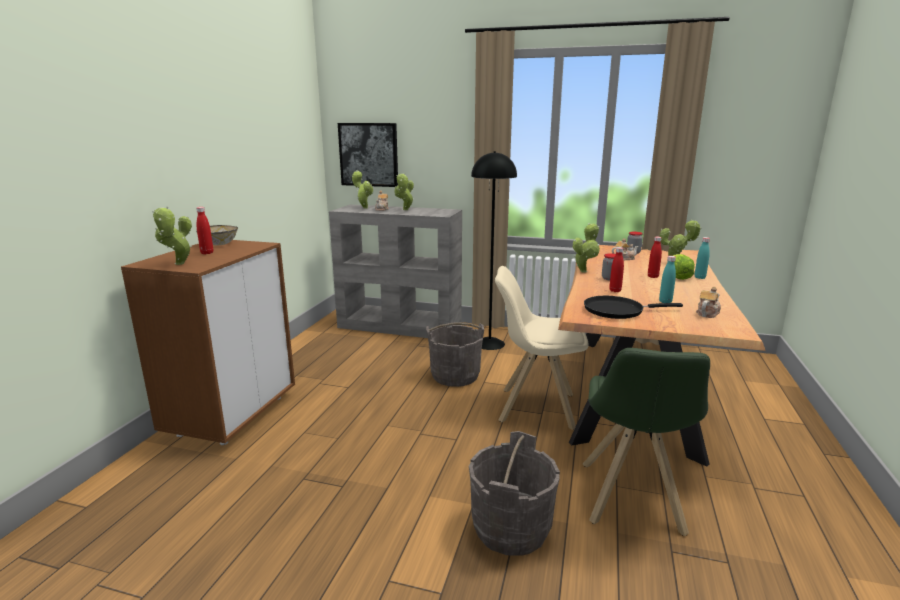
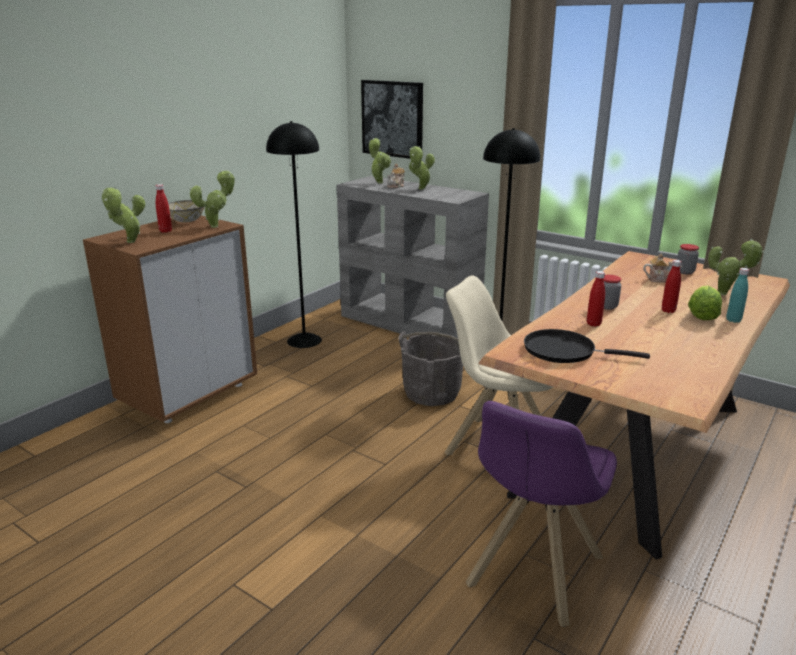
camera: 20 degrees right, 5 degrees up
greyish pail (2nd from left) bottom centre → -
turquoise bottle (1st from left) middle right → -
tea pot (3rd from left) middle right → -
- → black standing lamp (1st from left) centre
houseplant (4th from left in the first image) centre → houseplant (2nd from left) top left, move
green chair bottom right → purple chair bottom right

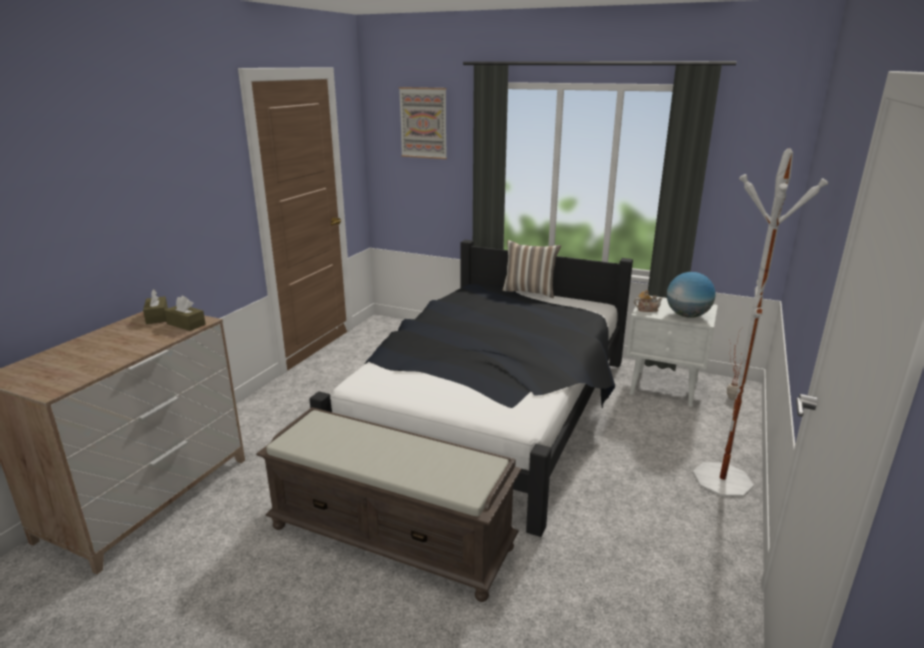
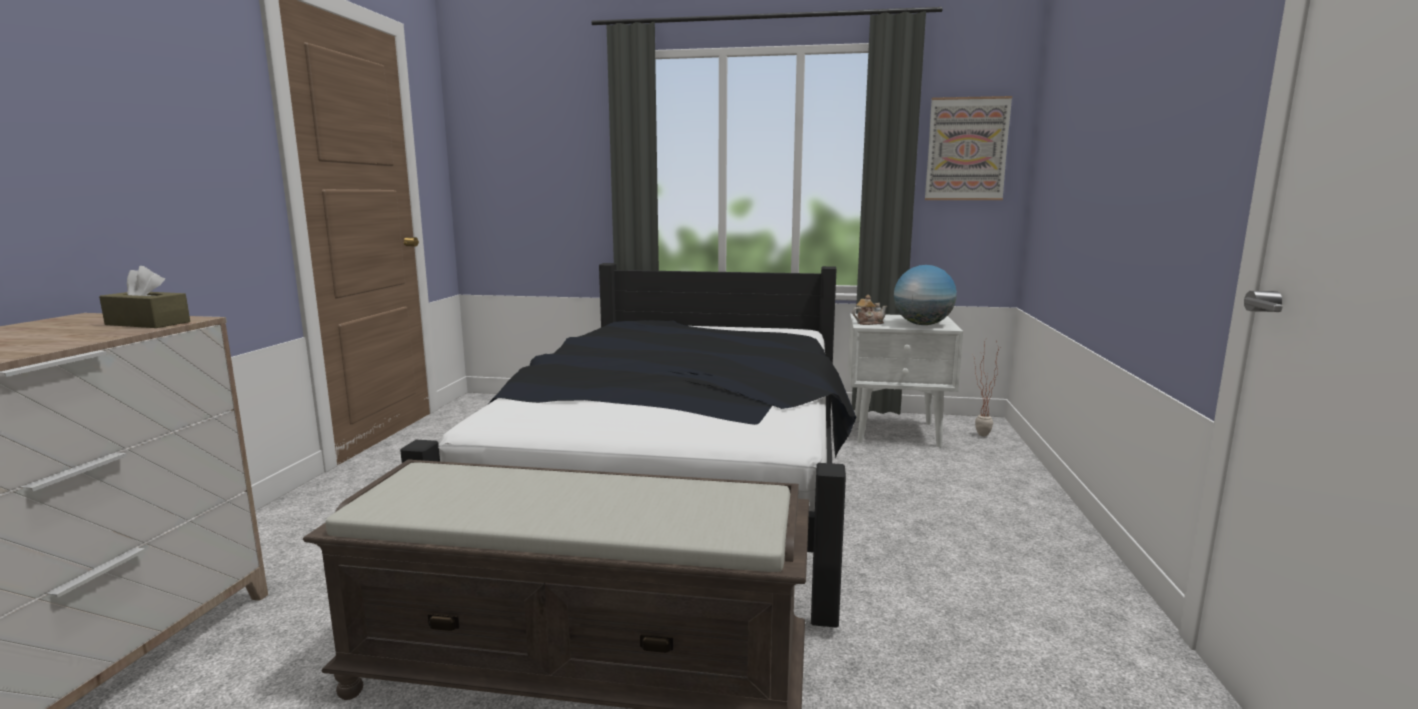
camera: 15 degrees left, 10 degrees down
brown tissue box (1st from left) middle left → -
throw pillow centre → -
white garment stand middle right → -
picture top centre → picture top right, move

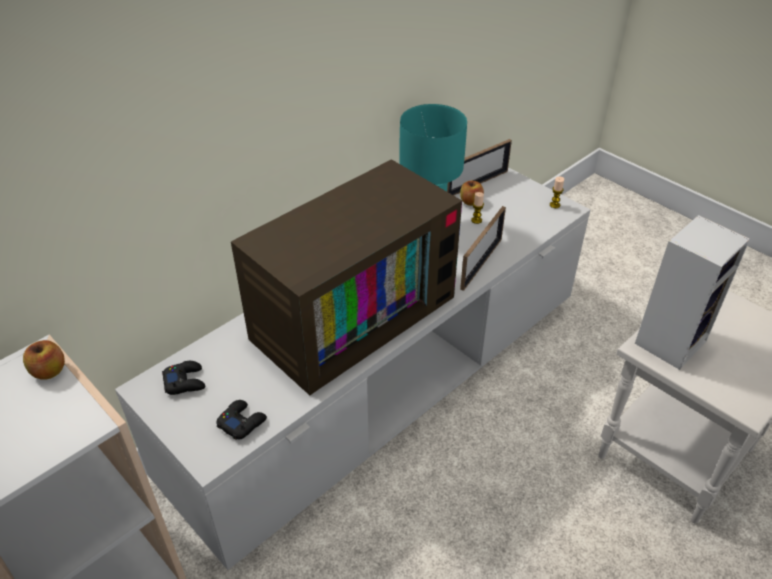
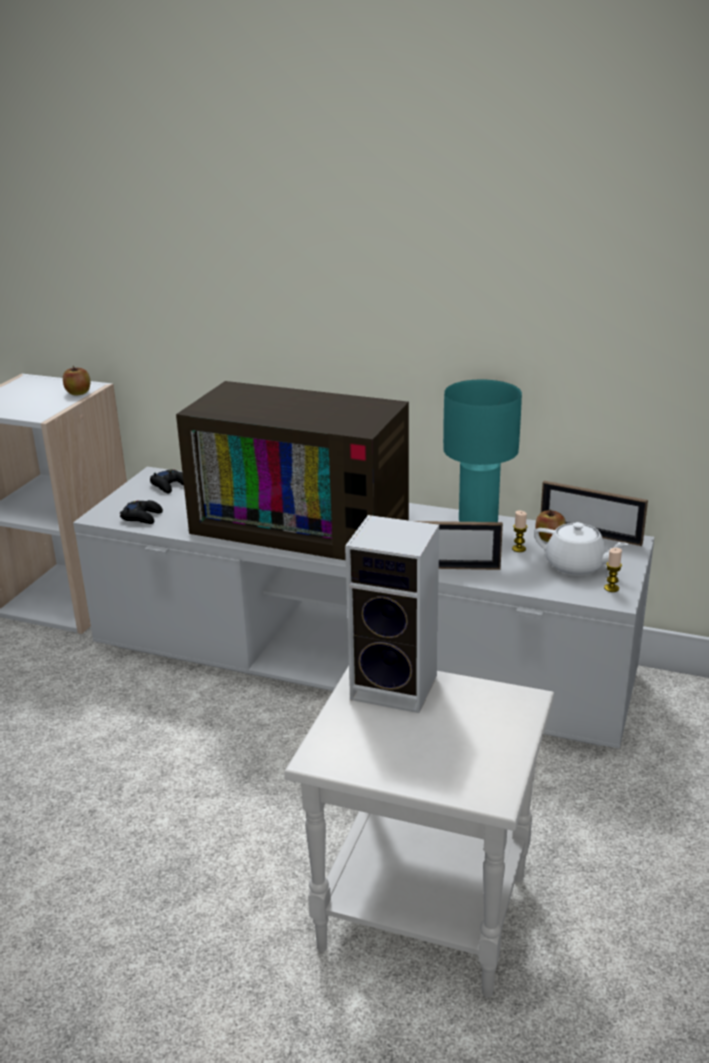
camera: 65 degrees right, 15 degrees down
- → white tea pot middle right

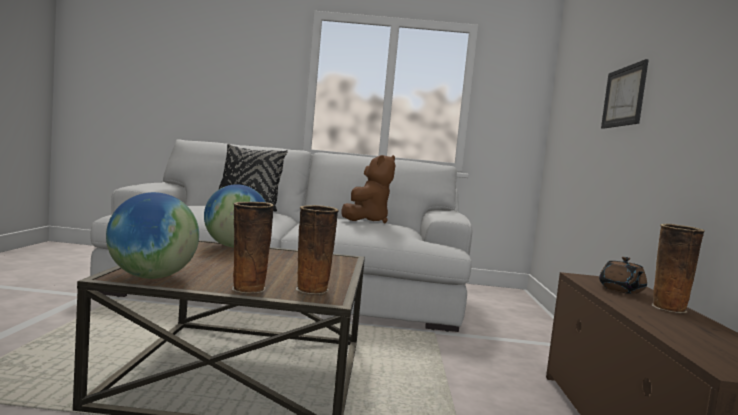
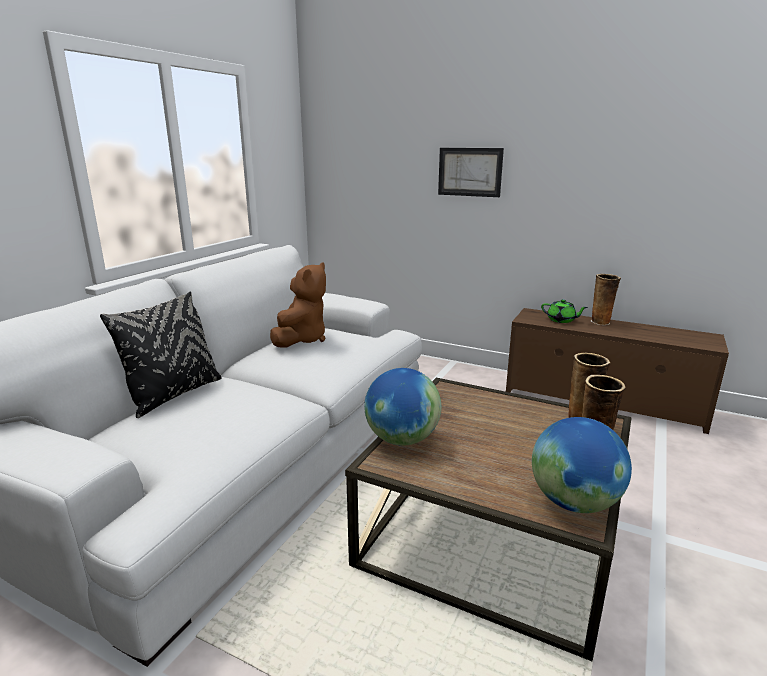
camera: 65 degrees left, 15 degrees up
brown tea pot middle right → green tea pot middle right
brown soft toy centre, 60 degrees clockwise

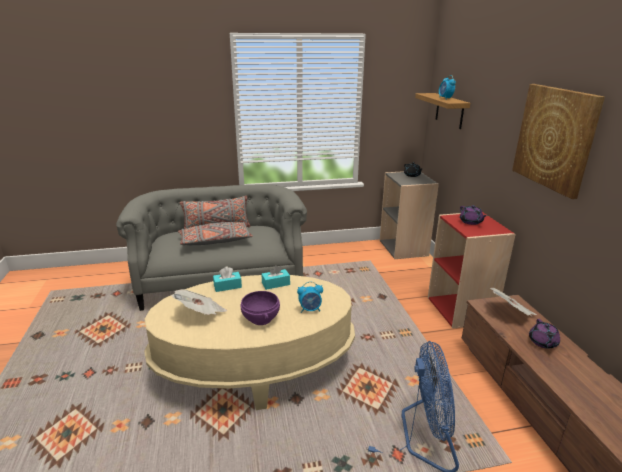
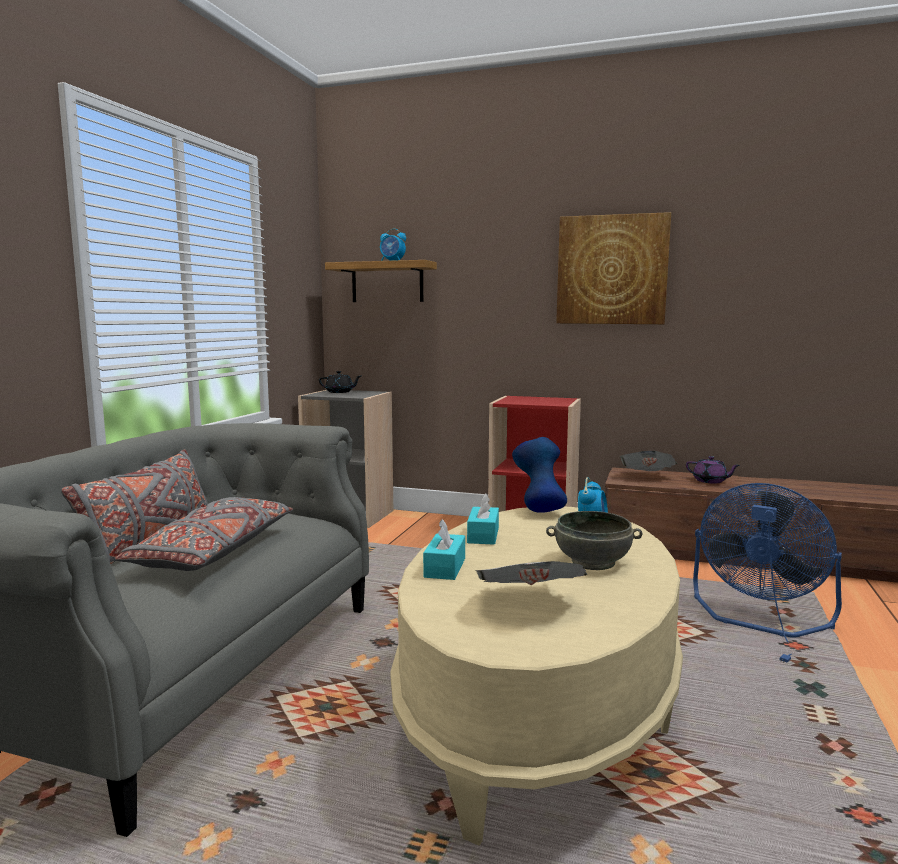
camera: 60 degrees left, 15 degrees down
purple tea pot (1st from left) middle right → -
- → blue flower vase centre
purple deep dish centre → greyish deep dish centre

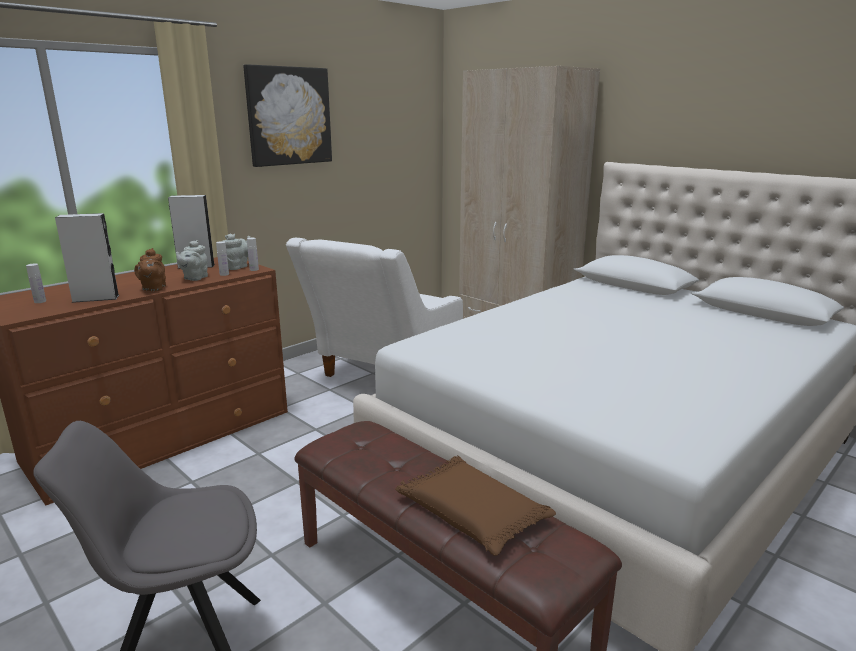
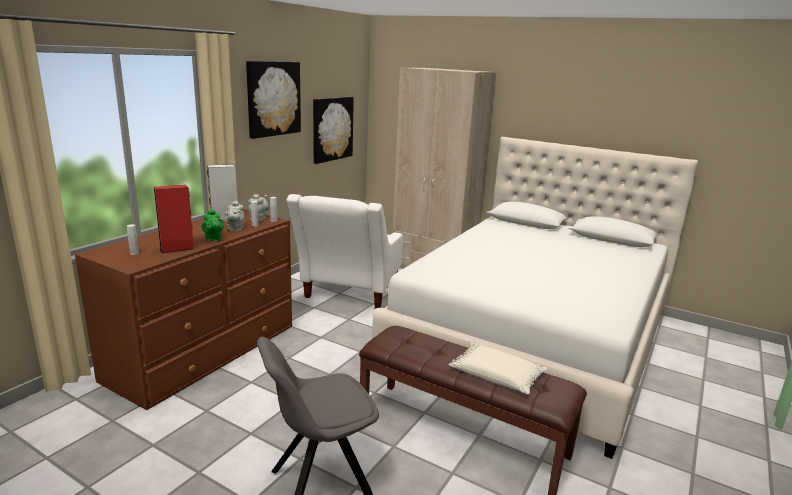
camera: 15 degrees left, 0 degrees up
- → picture (2nd from left) top centre
greyish audio speaker (1st from left) middle left → red audio speaker middle left
brown tea pot middle left → green tea pot middle left
brown throw pillow bottom centre → white throw pillow bottom centre

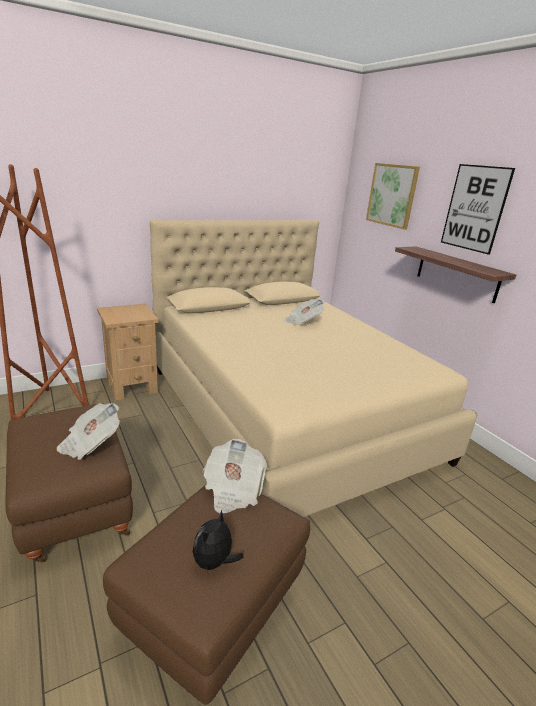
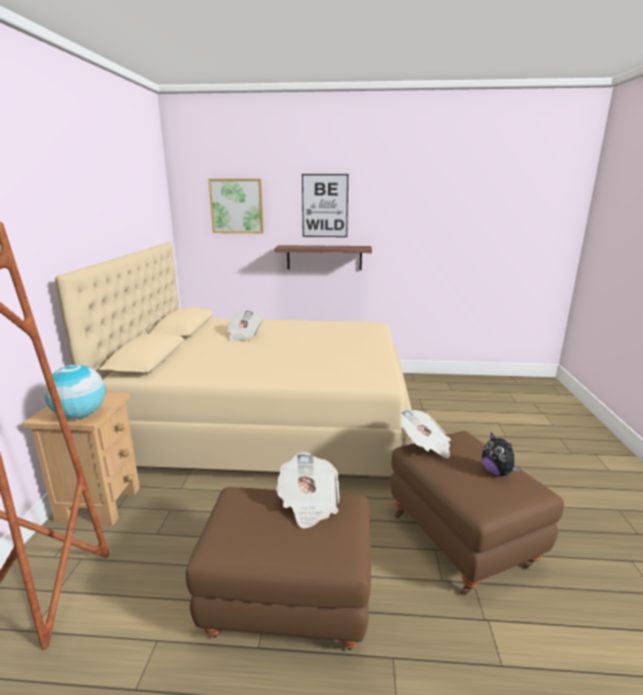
camera: 55 degrees left, 5 degrees down
- → globe middle left

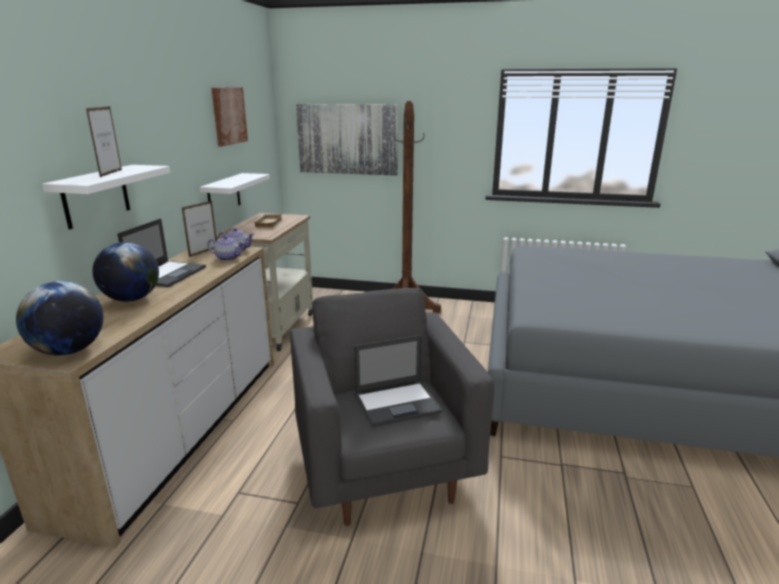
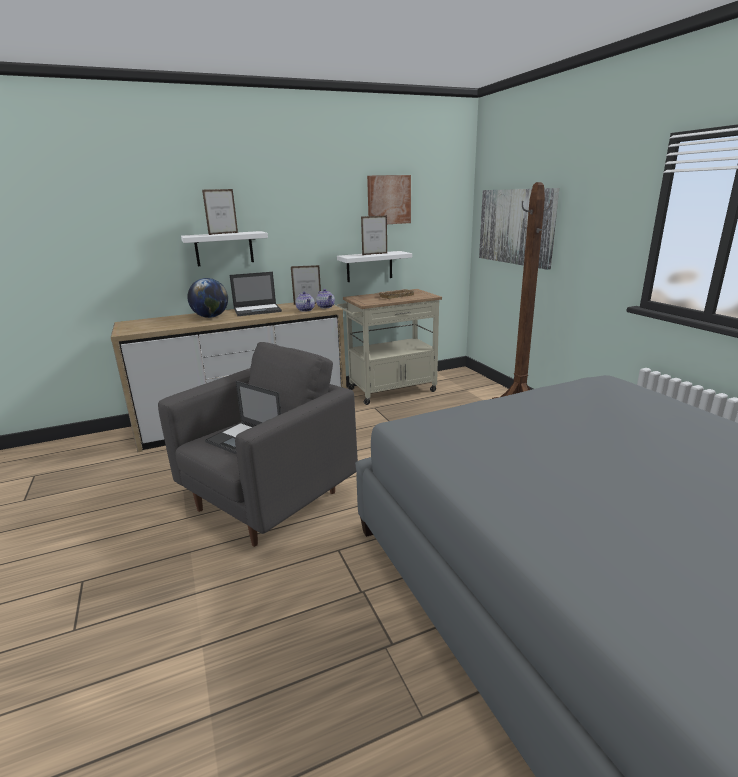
camera: 55 degrees right, 0 degrees up
globe (1st from left) middle left → -
- → standing frame (3rd from left) top centre

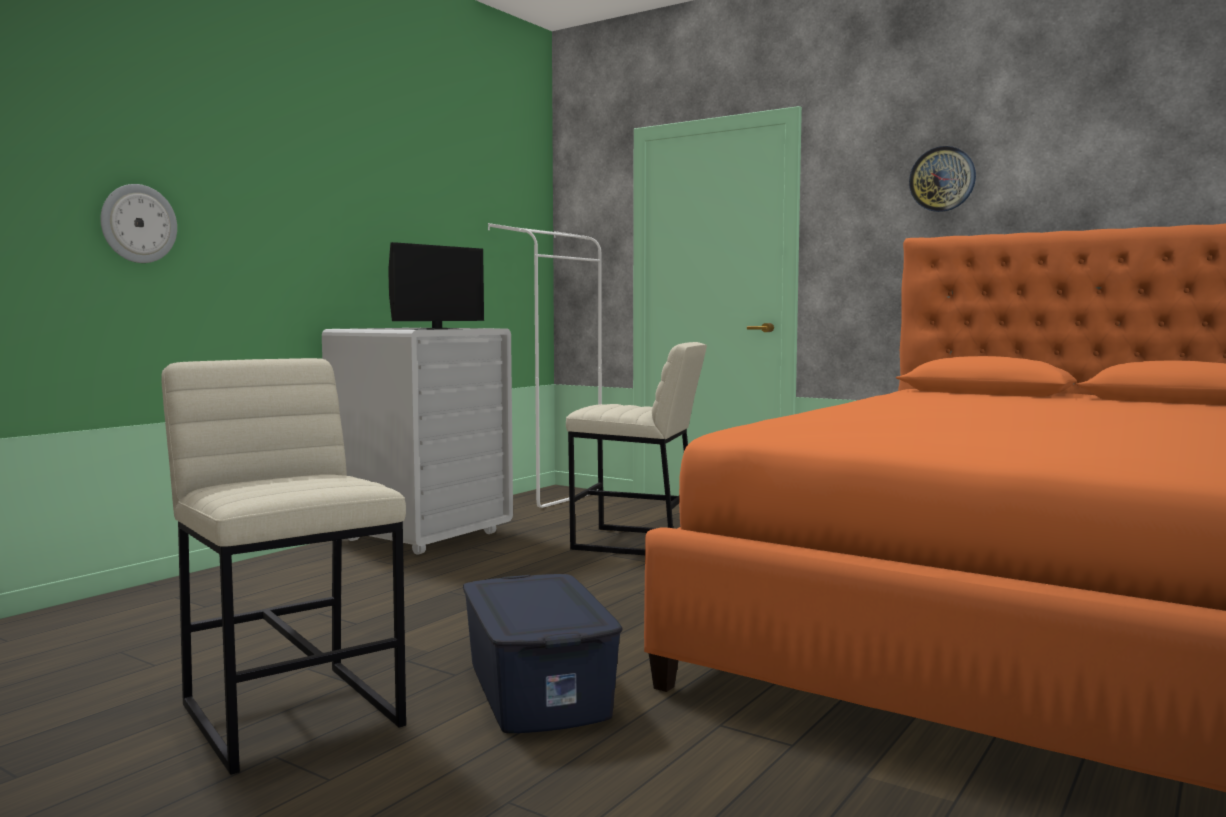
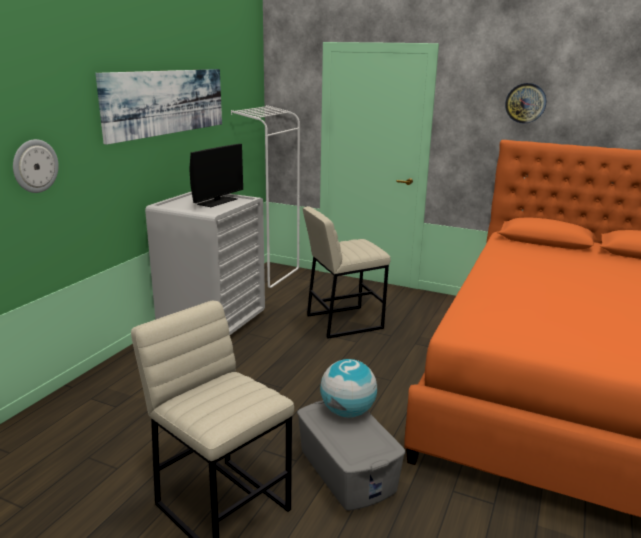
camera: 10 degrees left, 15 degrees up
- → picture top left
- → globe bottom centre
blue storage container bottom centre → greyish storage container bottom centre
beige chair (2nd from left) centre, 150 degrees clockwise

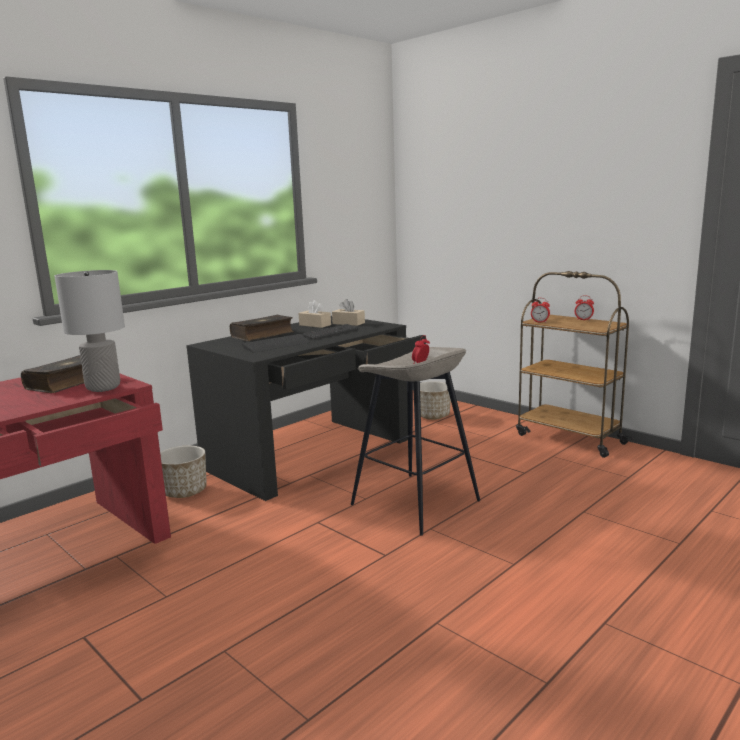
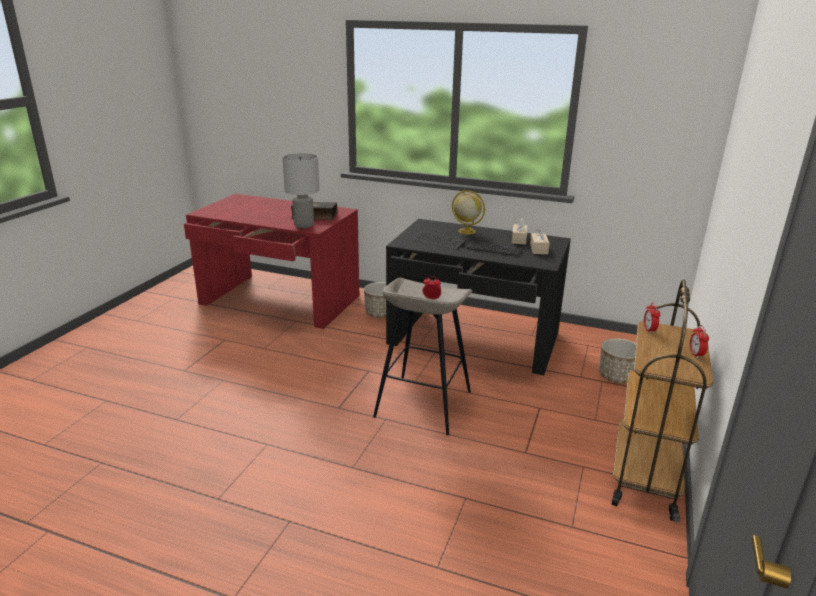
camera: 65 degrees right, 10 degrees up
bound book (2nd from left) centre → globe centre

